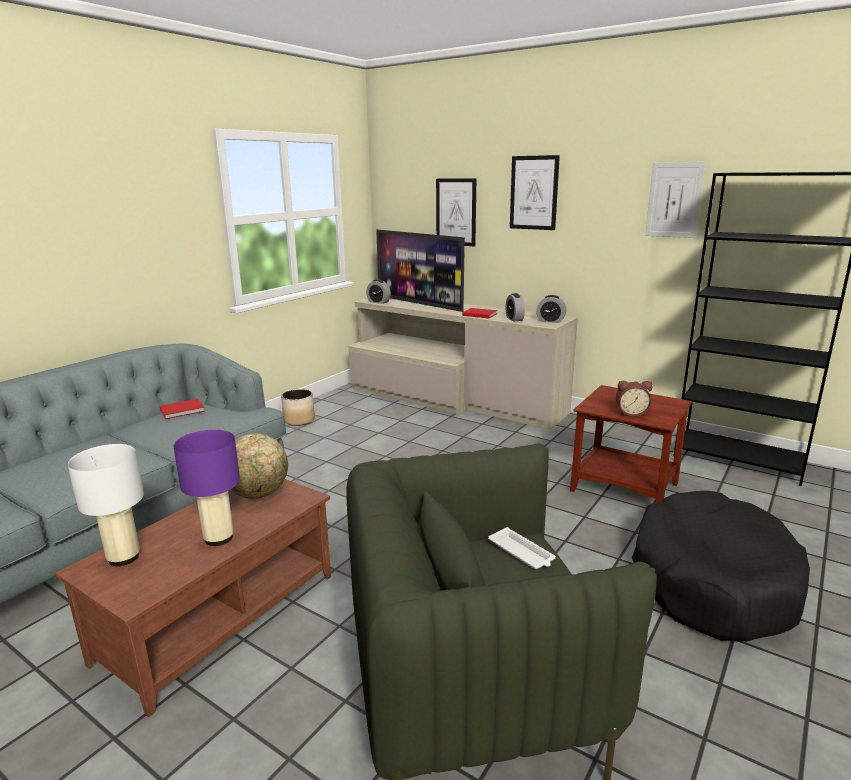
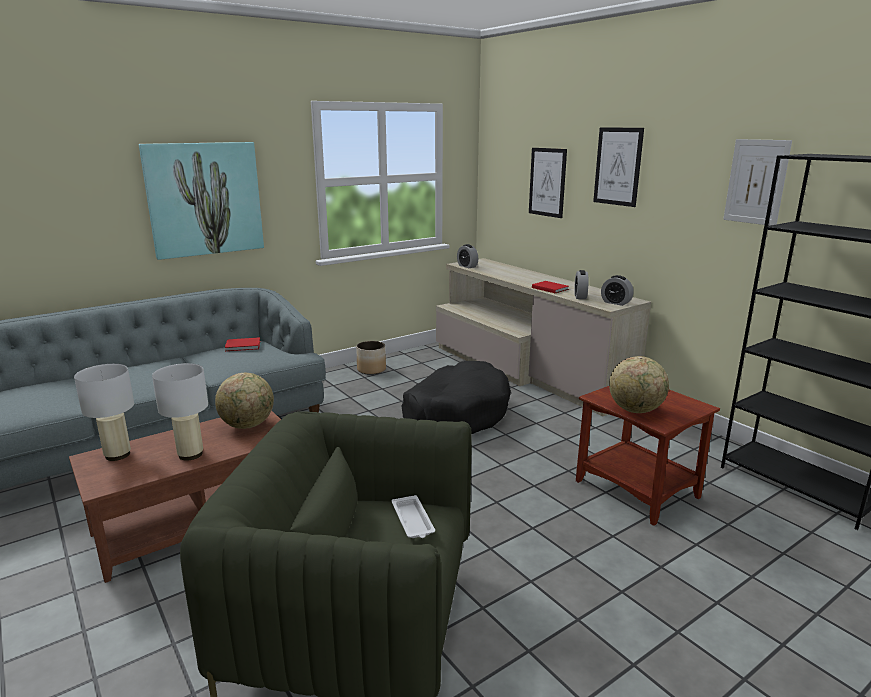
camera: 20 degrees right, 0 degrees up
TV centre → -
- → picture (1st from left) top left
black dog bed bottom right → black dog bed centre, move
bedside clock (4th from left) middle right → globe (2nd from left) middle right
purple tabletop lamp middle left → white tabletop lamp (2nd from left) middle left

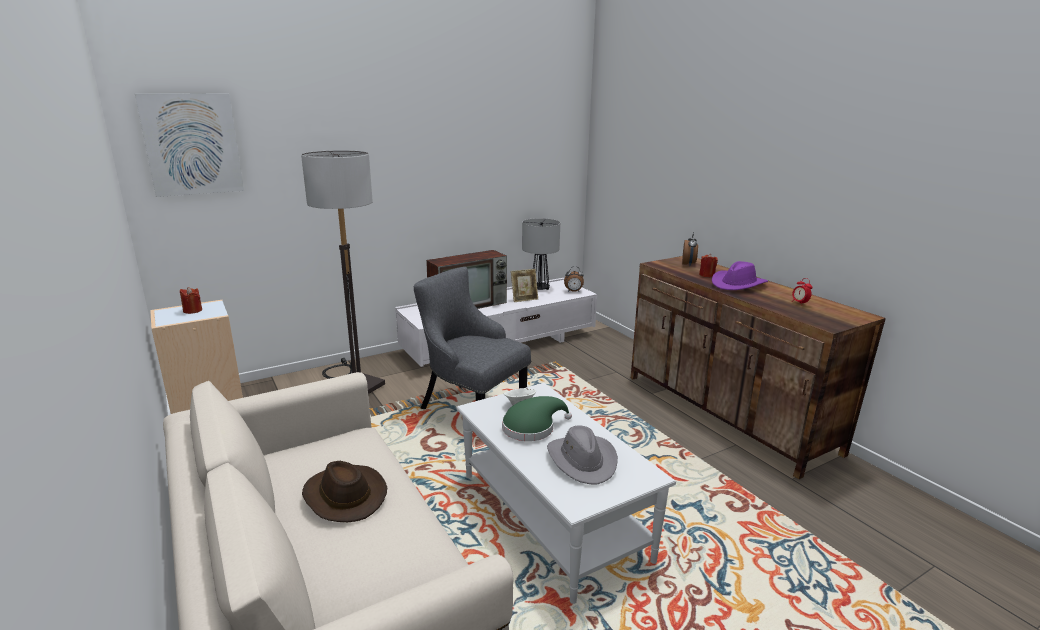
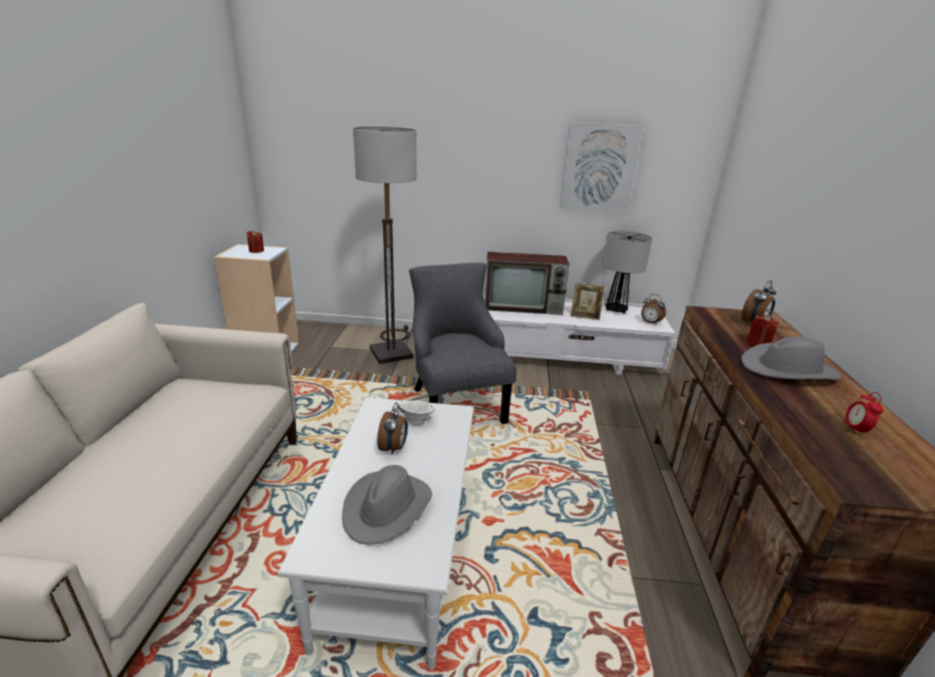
camera: 35 degrees right, 5 degrees up
brown wearable hat bottom left → -
picture top left → picture top centre, move
green wearable hat centre → bedside clock (1st from left) centre
purple wearable hat middle right → greyish wearable hat (2nd from left) middle right

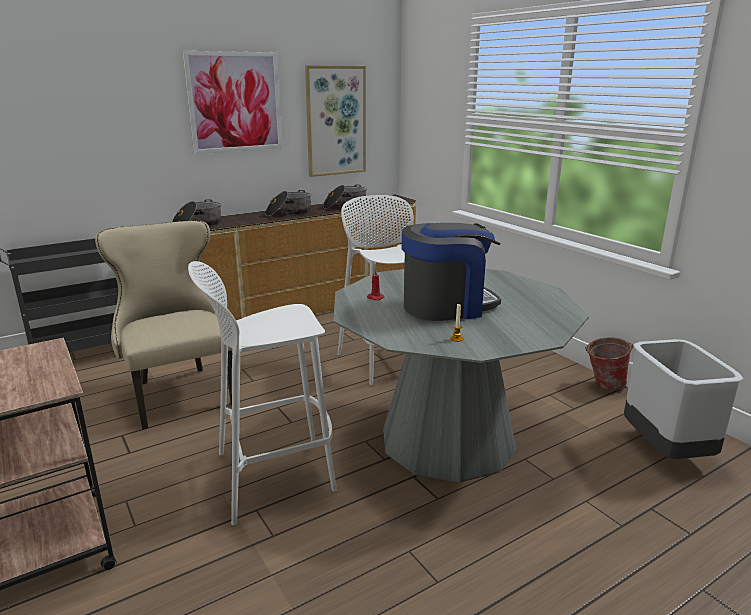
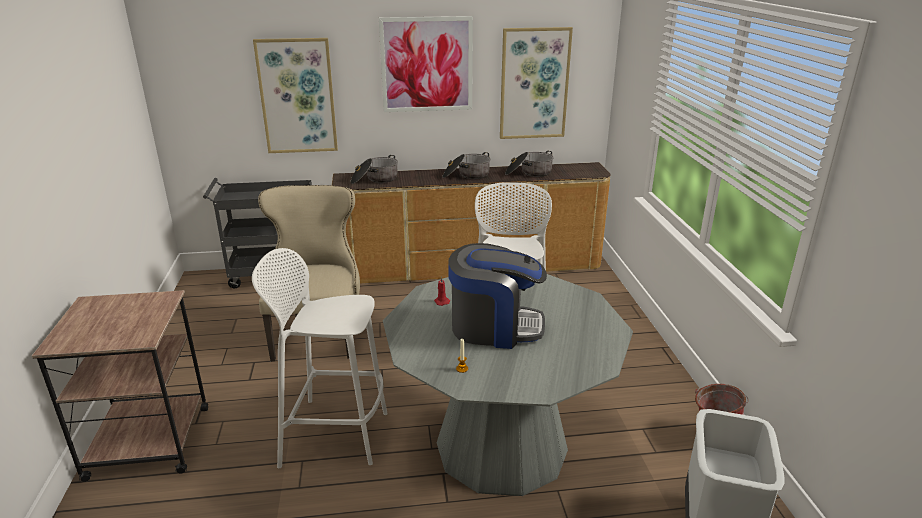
camera: 25 degrees right, 5 degrees up
- → picture (1st from left) top left

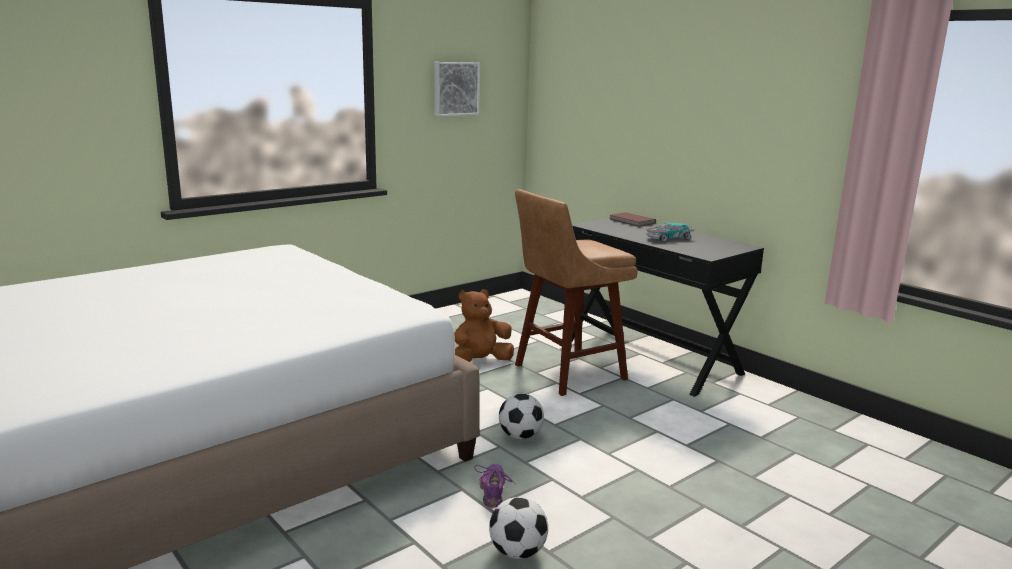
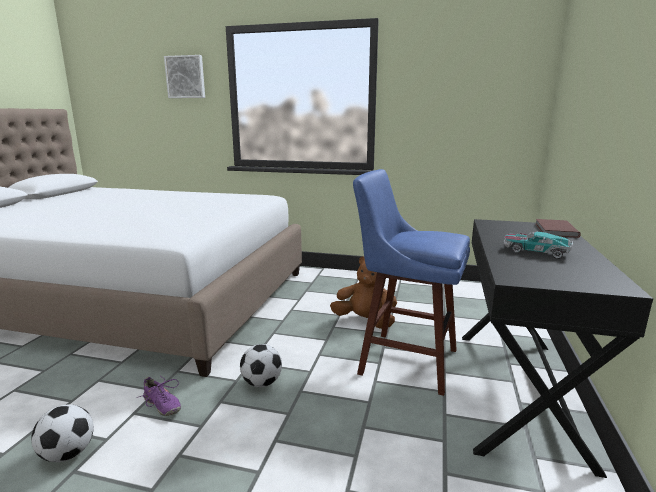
camera: 55 degrees right, 0 degrees up
picture top centre → picture top left, move
brown stool seat centre → blue stool seat centre
purple shoe bottom centre → purple shoe bottom left, 75 degrees clockwise

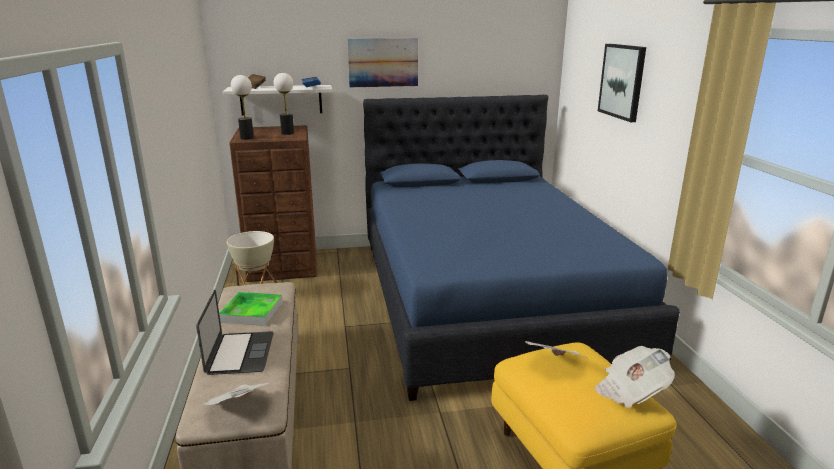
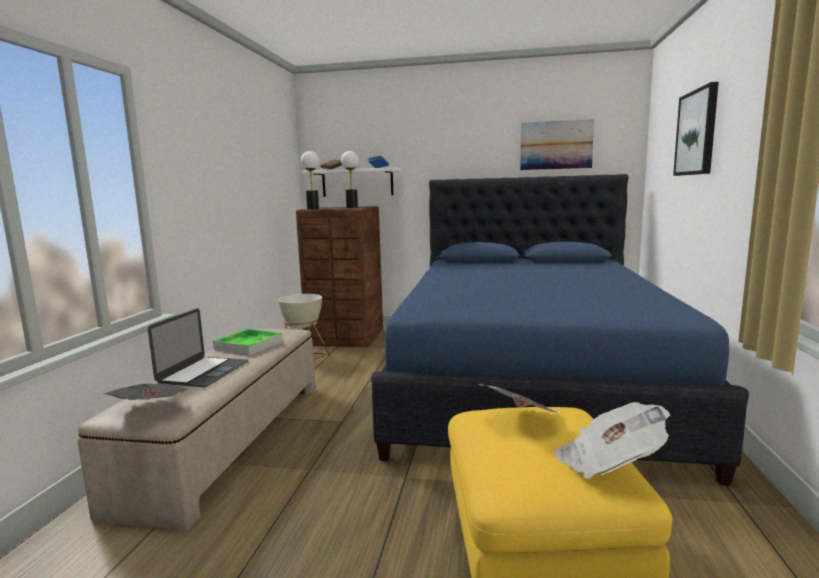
camera: 20 degrees right, 10 degrees down
picture (1st from left) top centre → picture (1st from left) top right, move

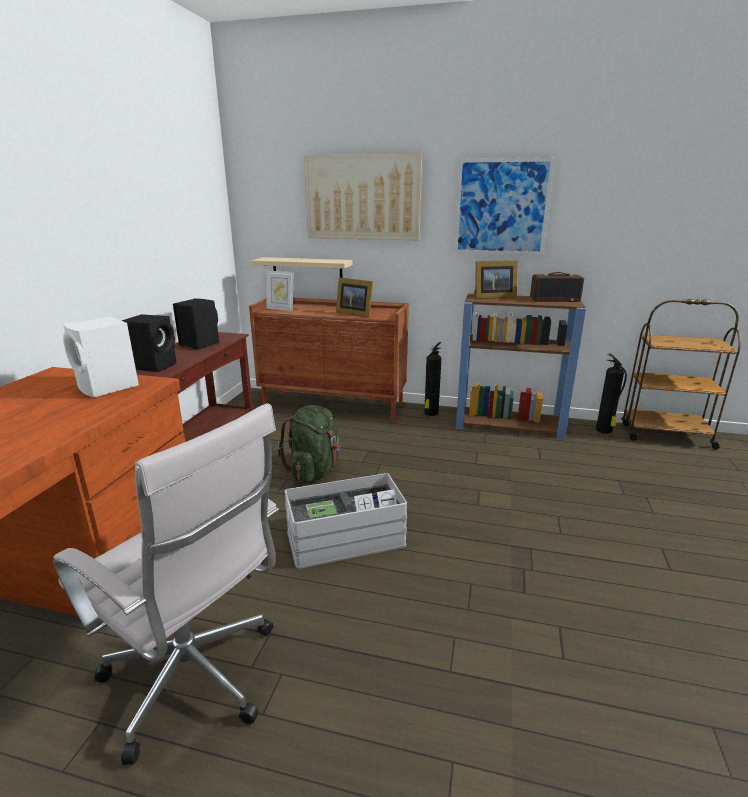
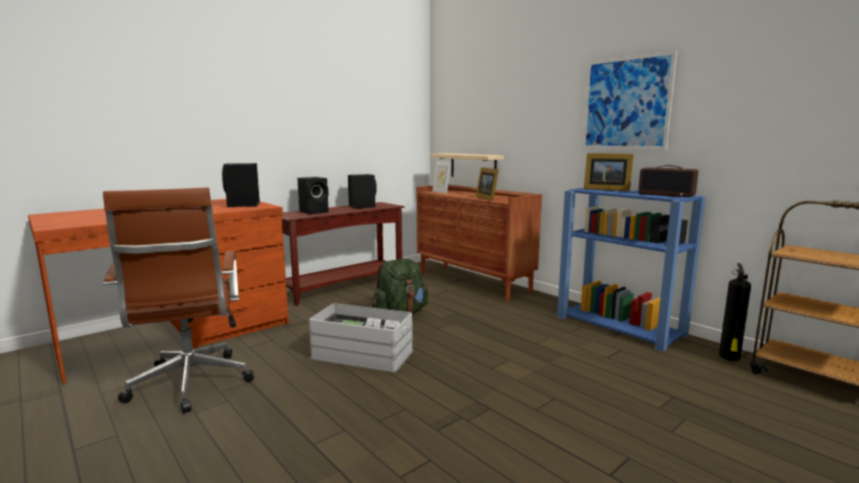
camera: 35 degrees right, 10 degrees down
picture (1st from left) top centre → -
extinguisher (1st from left) centre → -
white office chair bottom left → brown office chair middle left
white audio speaker middle left → black audio speaker (1st from left) middle left
brown bookshelf middle right → blue bookshelf middle right

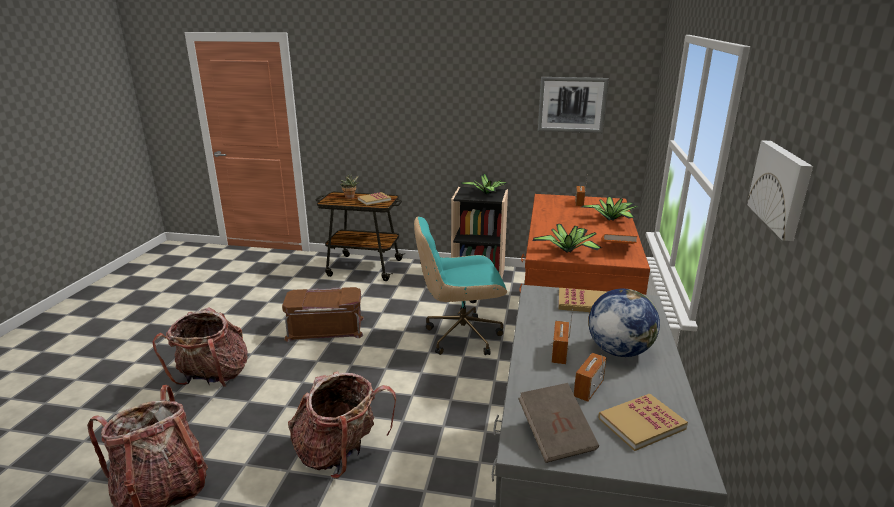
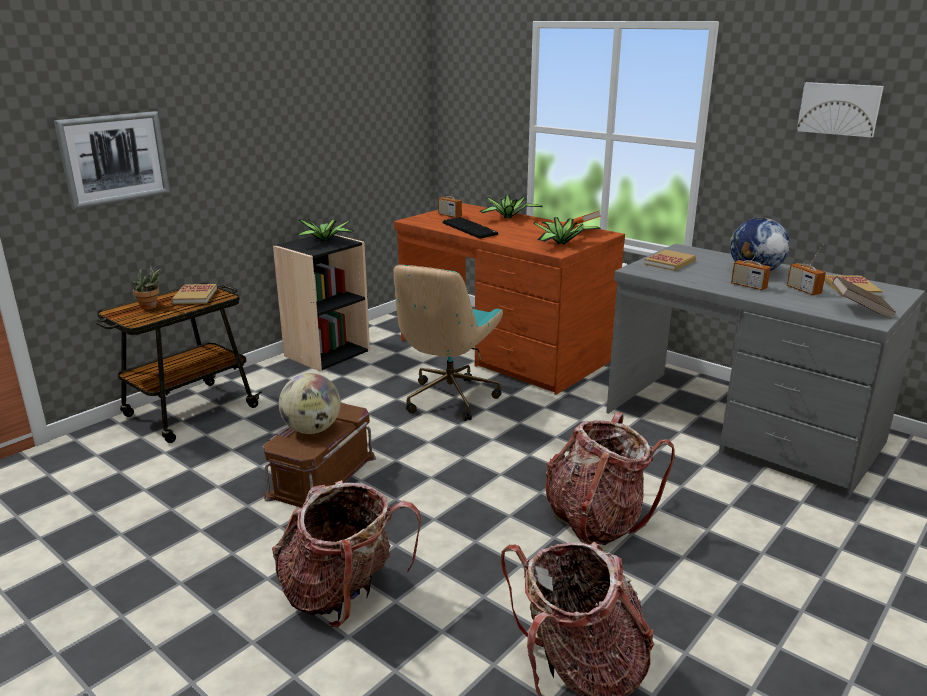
camera: 60 degrees left, 0 degrees up
- → globe (1st from left) centre
- → computer keyboard top centre
picture (1st from left) top centre → picture (1st from left) top left, move

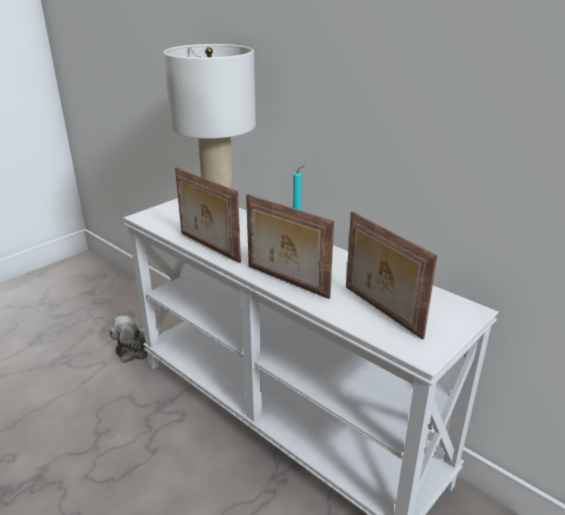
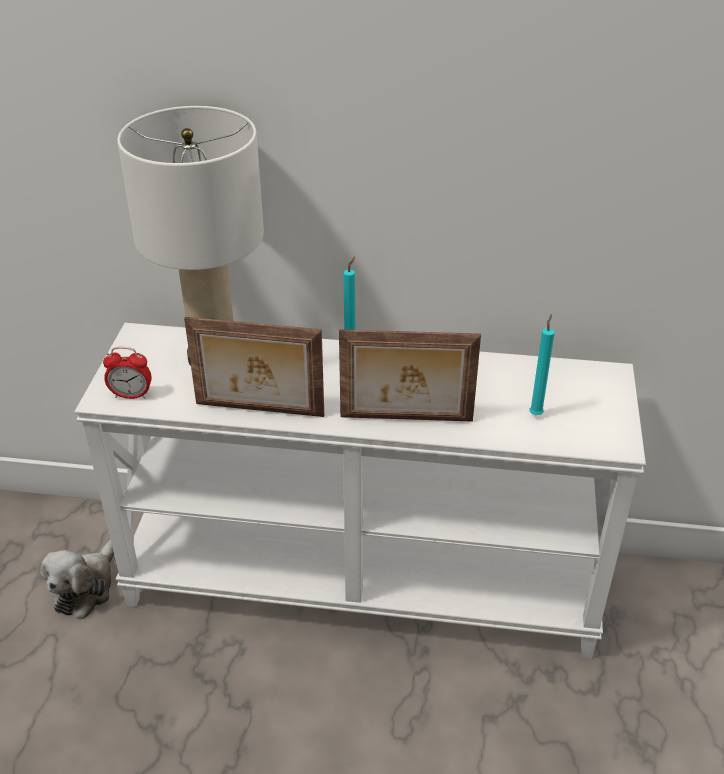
camera: 35 degrees left, 10 degrees up
- → bedside clock middle left
standing frame (3rd from left) middle right → turquoise wax candle (2nd from left) middle right

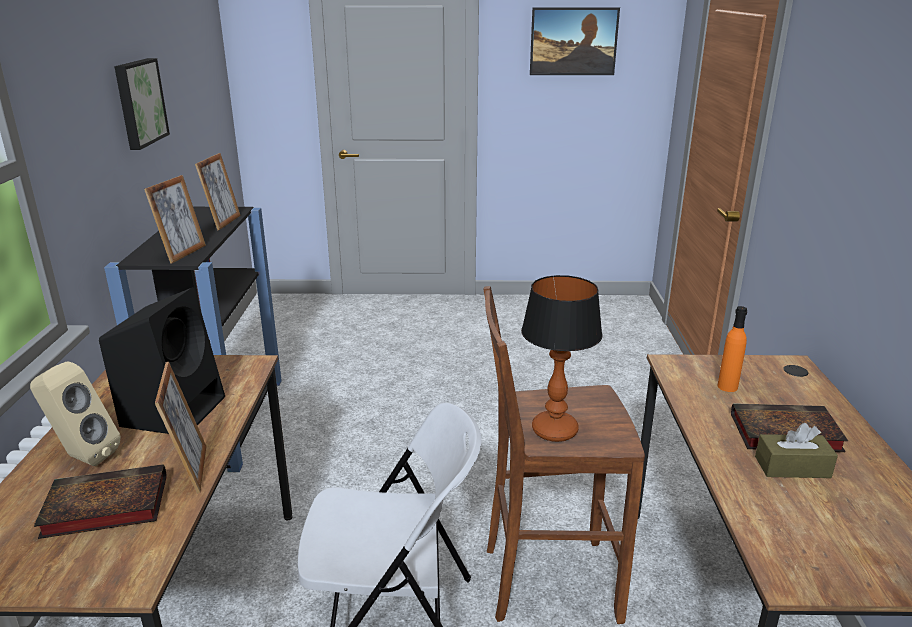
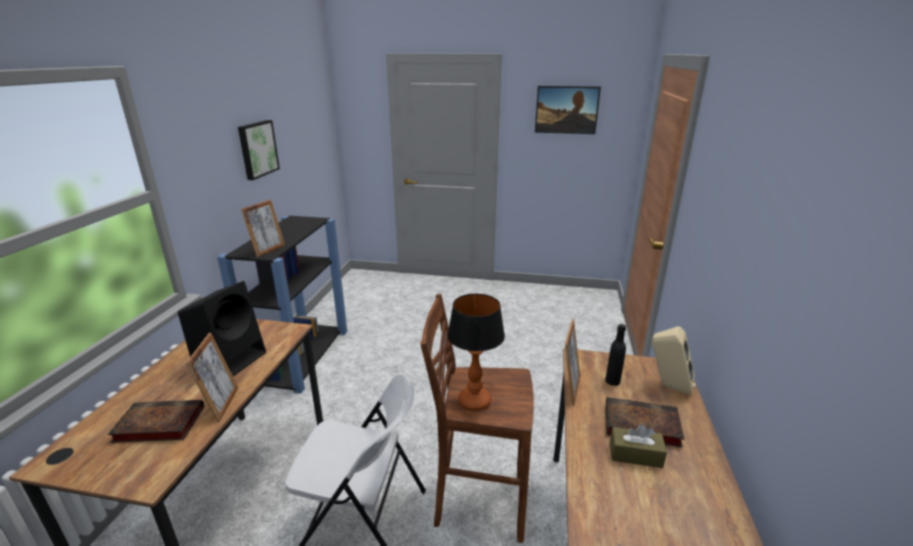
camera: 10 degrees right, 0 degrees up
beige audio speaker middle left → beige audio speaker middle right, move
standing frame (3rd from left) top left → standing frame (3rd from left) centre, move
orange bottle middle right → black bottle middle right

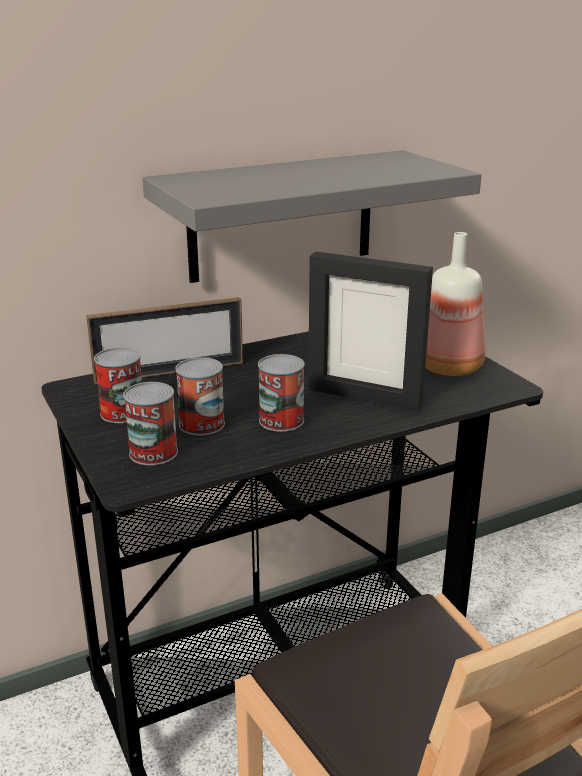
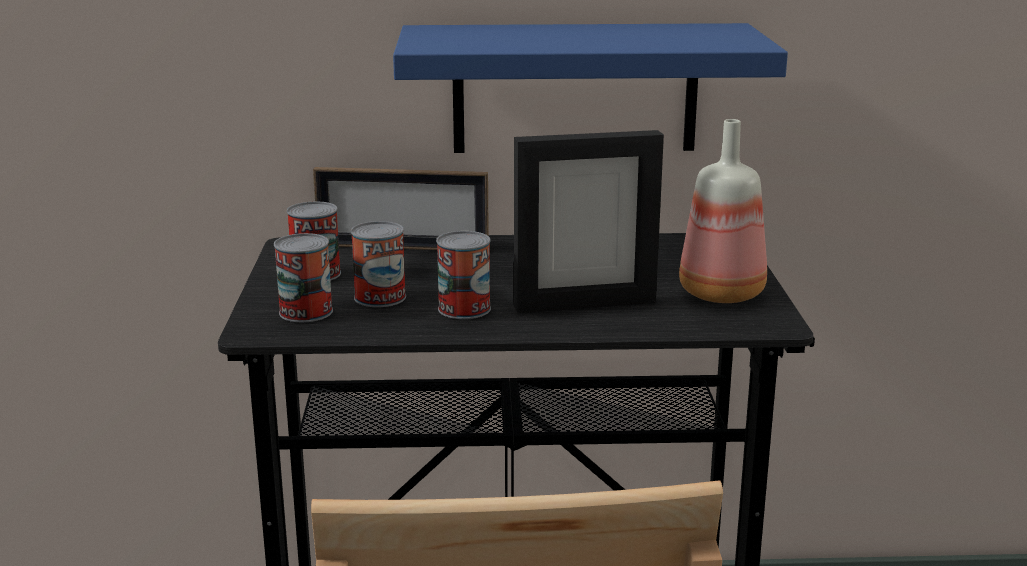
camera: 25 degrees right, 5 degrees down
greyish wall shelf top centre → blue wall shelf top centre
standing frame (2nd from left) centre, 60 degrees counterclockwise

